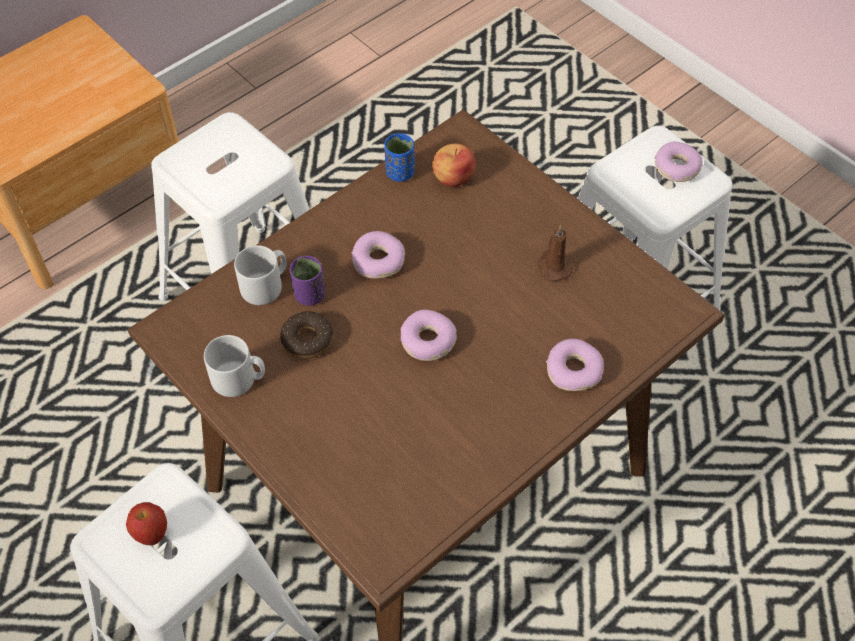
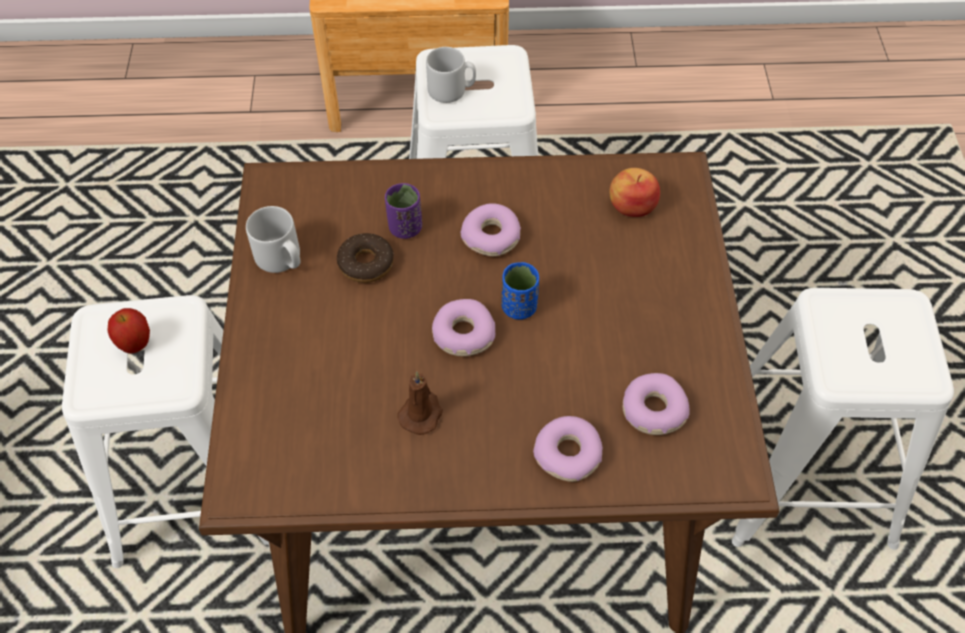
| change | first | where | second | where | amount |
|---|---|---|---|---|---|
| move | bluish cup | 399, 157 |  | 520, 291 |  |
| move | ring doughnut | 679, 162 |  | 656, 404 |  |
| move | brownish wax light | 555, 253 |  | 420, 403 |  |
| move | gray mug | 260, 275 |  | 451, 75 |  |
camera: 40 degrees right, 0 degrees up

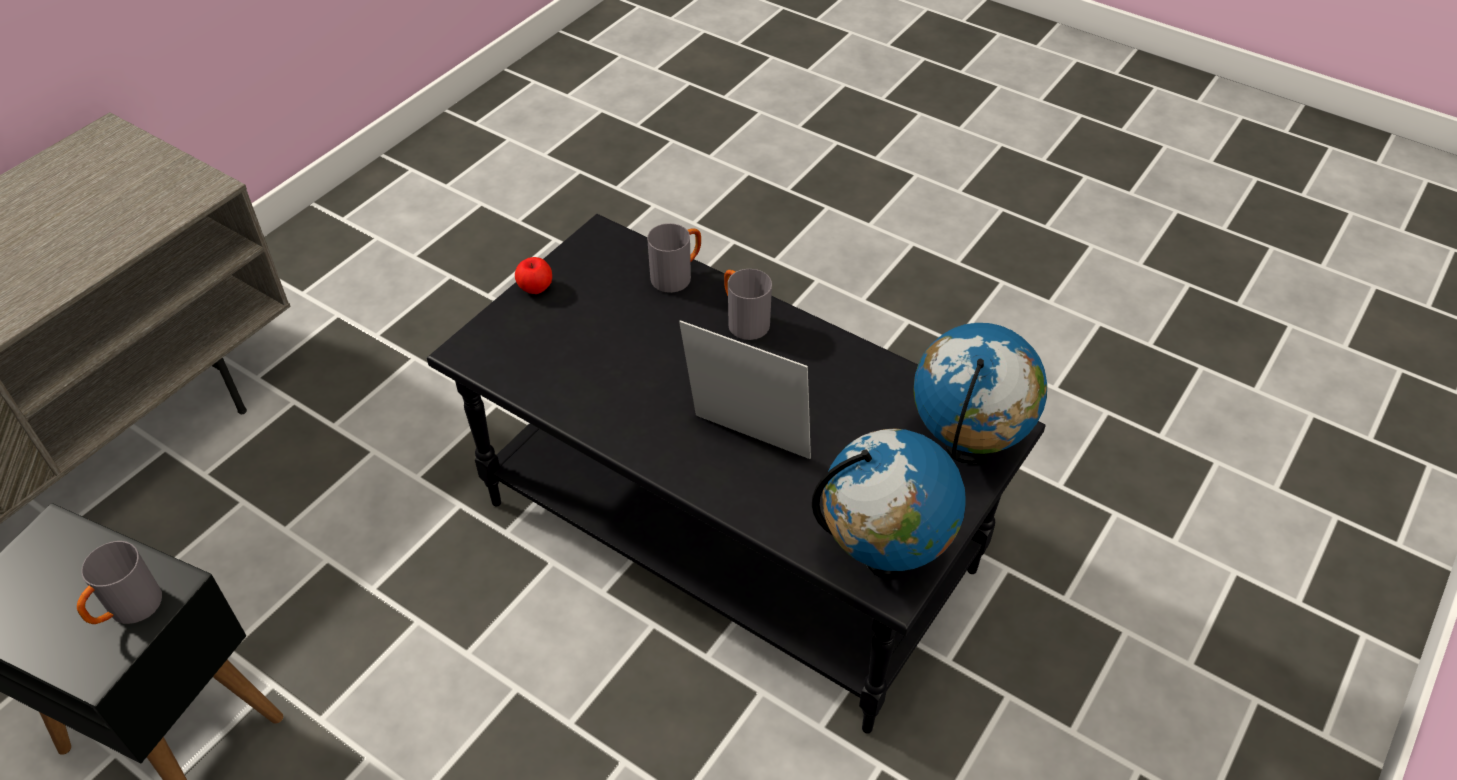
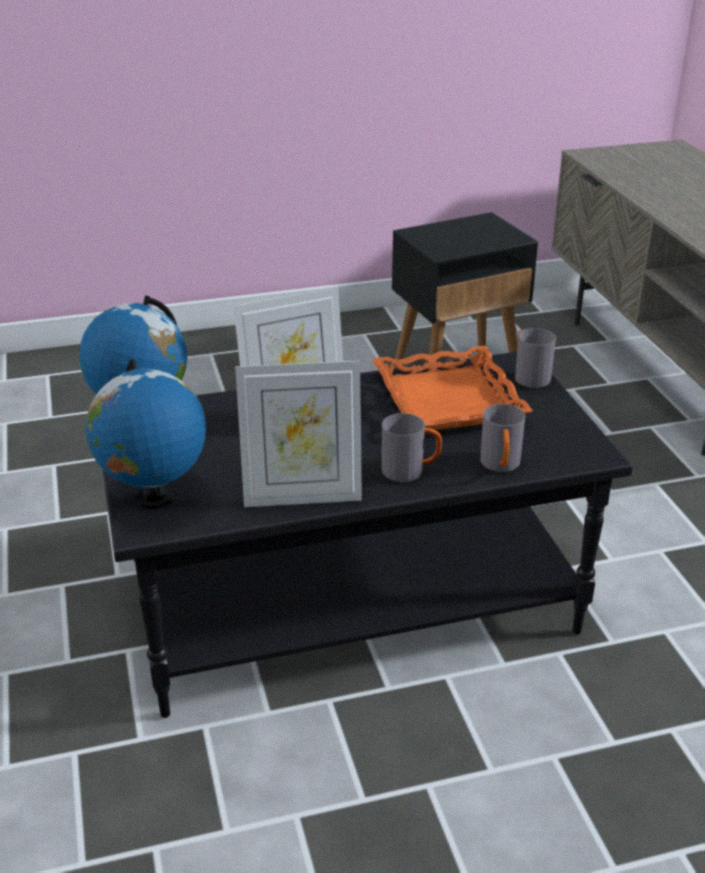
| change | first | where | second | where | amount |
|---|---|---|---|---|---|
| delete | apple fruit | 533, 275 |  |  |  |
| move | gray mug | 119, 582 |  | 535, 358 |  |
| insert |  |  | orange tray | 452, 388 |  |
| insert |  |  | picture frame | 298, 434 |  |
camera: 130 degrees right, 15 degrees down

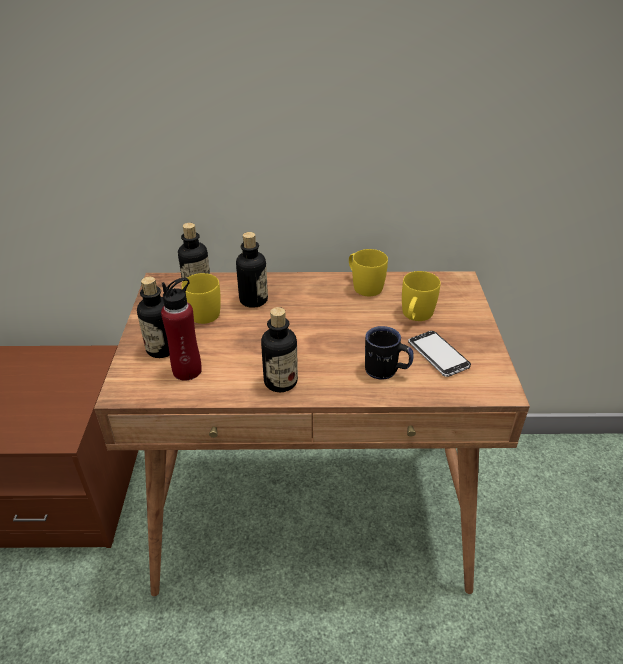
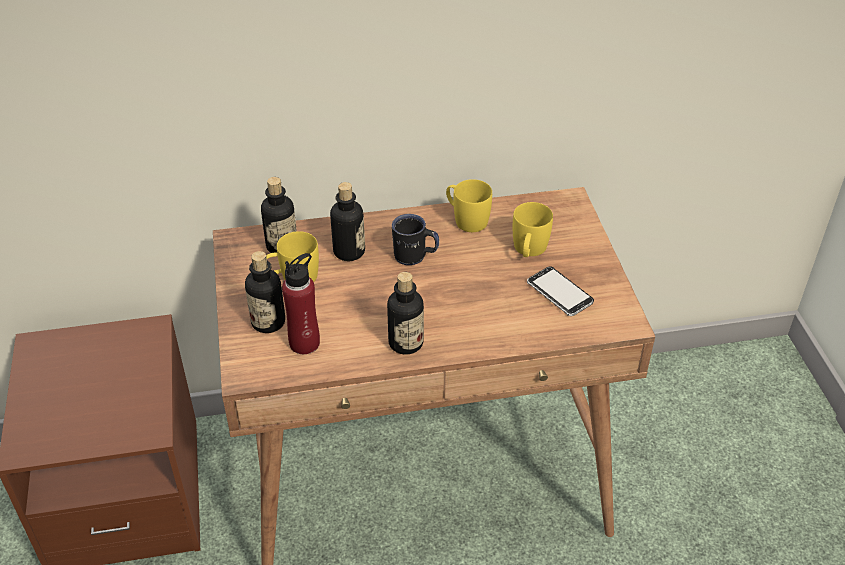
| change | first | where | second | where | amount |
|---|---|---|---|---|---|
| move | blackish mug | 389, 353 |  | 415, 239 |  |
camera: 10 degrees left, 5 degrees up

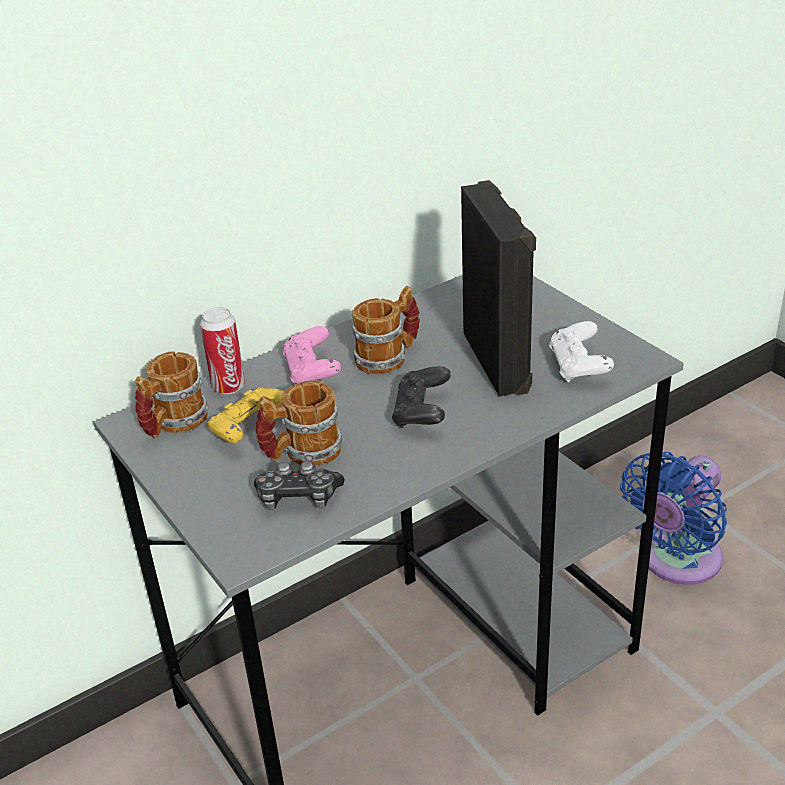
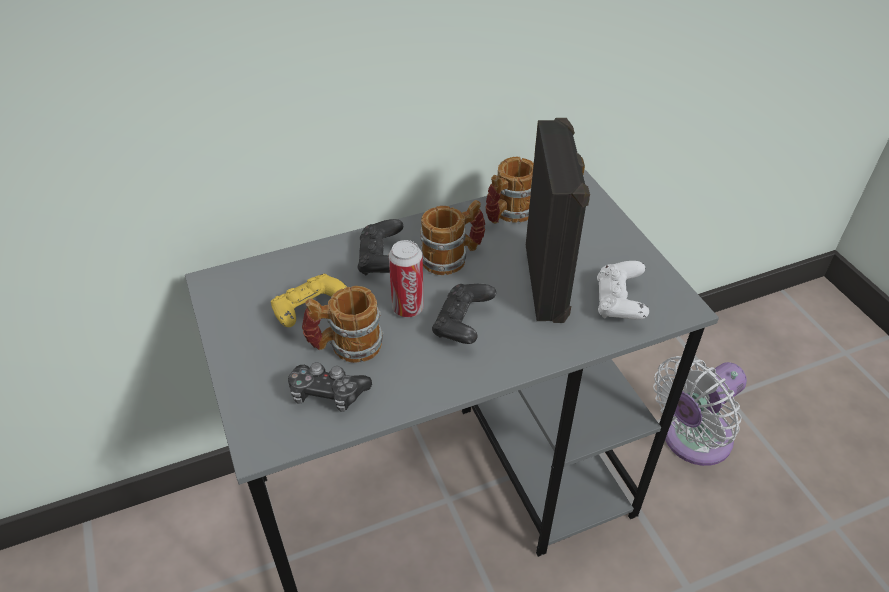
| change | first | where | second | where | amount |
|---|---|---|---|---|---|
| move | can | 222, 350 |  | 406, 278 |  |
| recolor | pink gamepad | 312, 355 | blackish gamepad | 380, 247 |  |
| move | mug | 172, 394 |  | 510, 190 |  |
| recolor | bluish cooling fan | 673, 518 | whitish cooling fan | 700, 411 |  |
camera: 10 degrees right, 10 degrees up

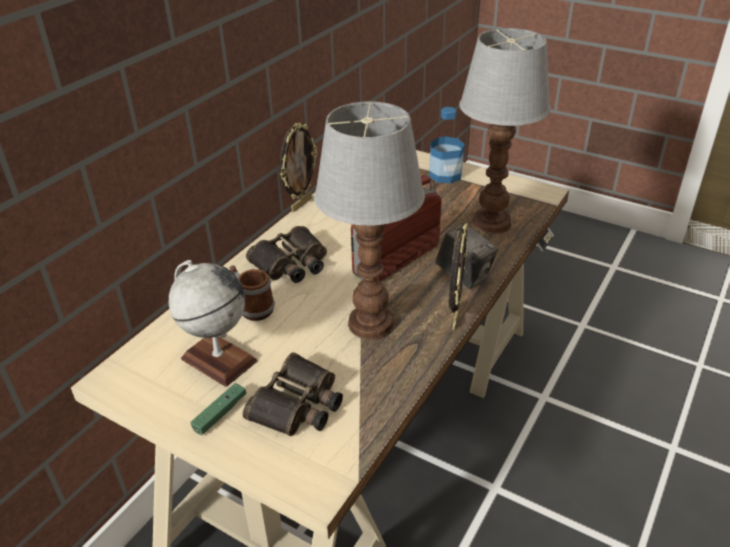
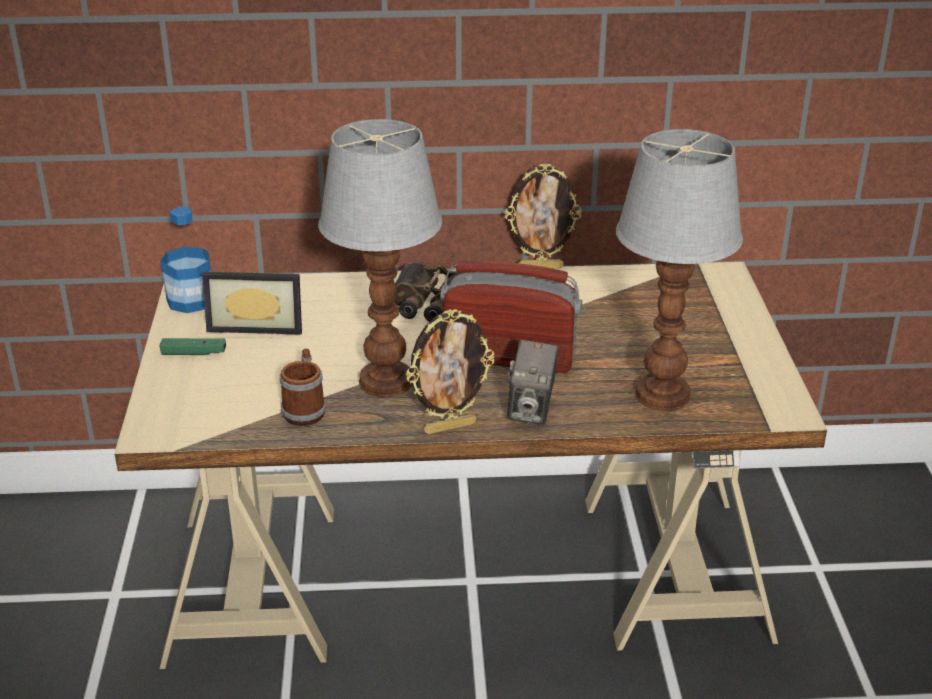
| change | first | where | second | where | amount |
|---|---|---|---|---|---|
| move | beverage bottle | 447, 145 |  | 185, 259 |  |
| replace | globe | 213, 323 | picture frame | 252, 303 |  |
| move | mug | 252, 293 |  | 303, 387 |  |
| delete | binoculars | 292, 394 |  |  |  |
camera: 55 degrees right, 5 degrees down

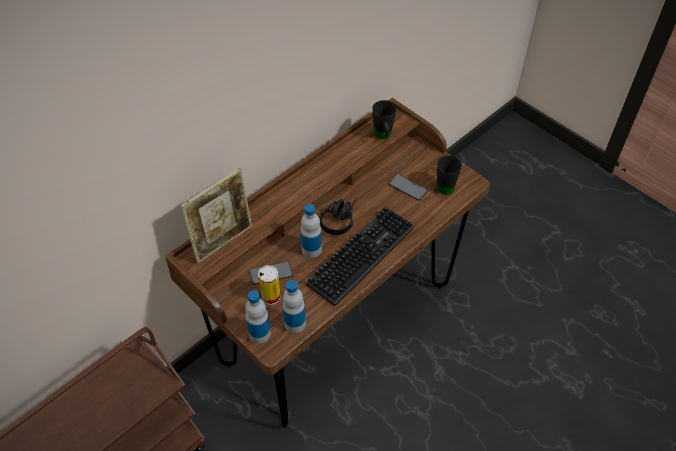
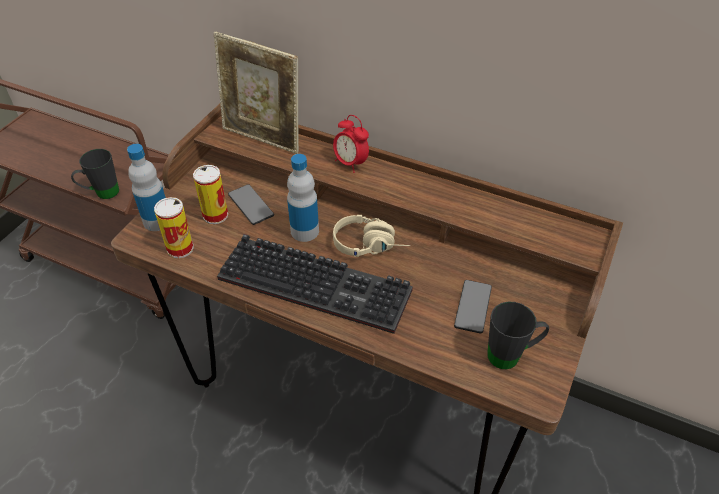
| change | first | where | second | where | amount |
|---|---|---|---|---|---|
| move | blackish mug | 384, 119 |  | 95, 174 |  |
| recolor | blackish pair of headphones | 338, 216 | beige-coloured pair of headphones | 371, 236 |  |
| replace | beverage bottle | 294, 306 | can | 174, 227 |  |
| insert |  |  | bedside clock | 351, 144 |  |
camera: 70 degrees right, 5 degrees down

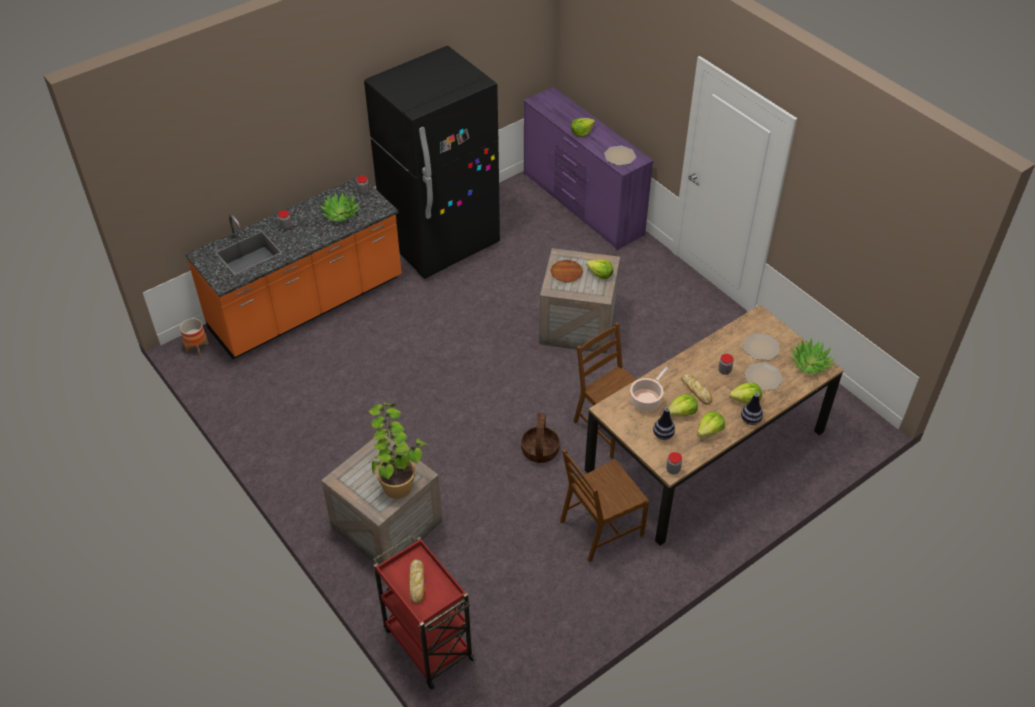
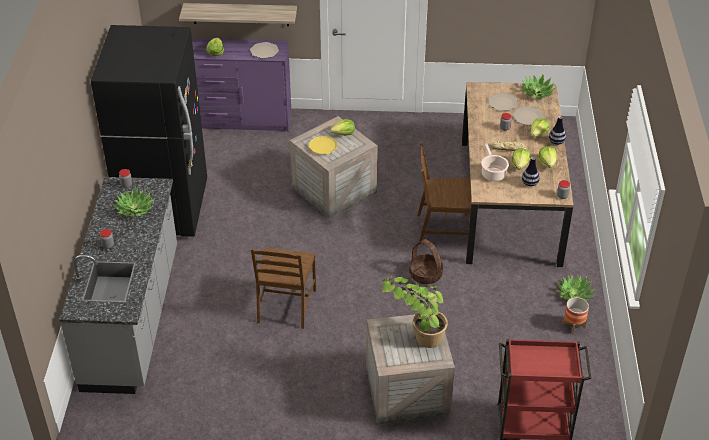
| change | first | where | second | where | amount |
|---|---|---|---|---|---|
| recolor | orange kitchen counter | 293, 267 | gray kitchen counter | 118, 285 |  |
| recolor | brownish plate | 566, 271 | yellowish plate | 323, 145 |  |
| move | flower pot | 194, 336 |  | 575, 315 |  |
| move | brownish upright chair | 604, 505 |  | 283, 288 |  |
| delete | baked bread | 417, 582 |  |  |  |
| insert |  |  | shelf | 238, 14 |  |
| insert |  |  | potted plant | 576, 288 |  |
camera: 50 degrees left, 5 degrees down

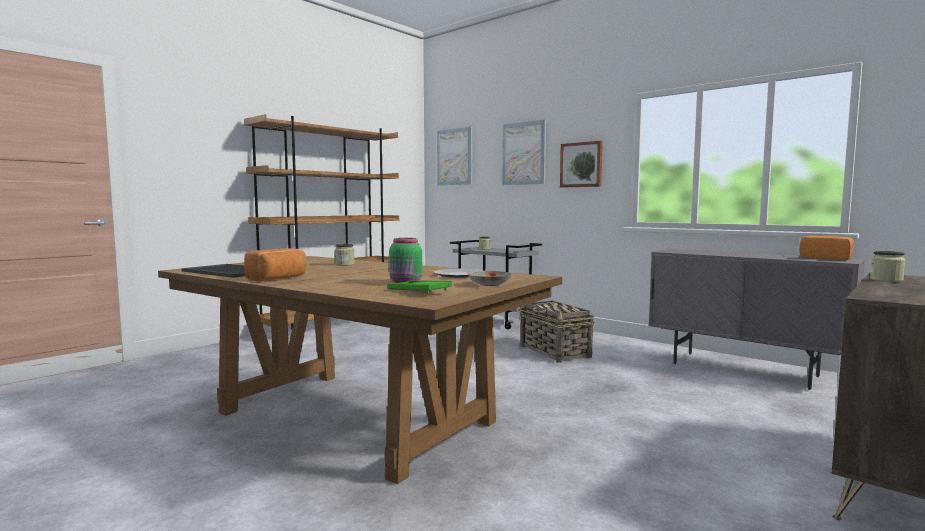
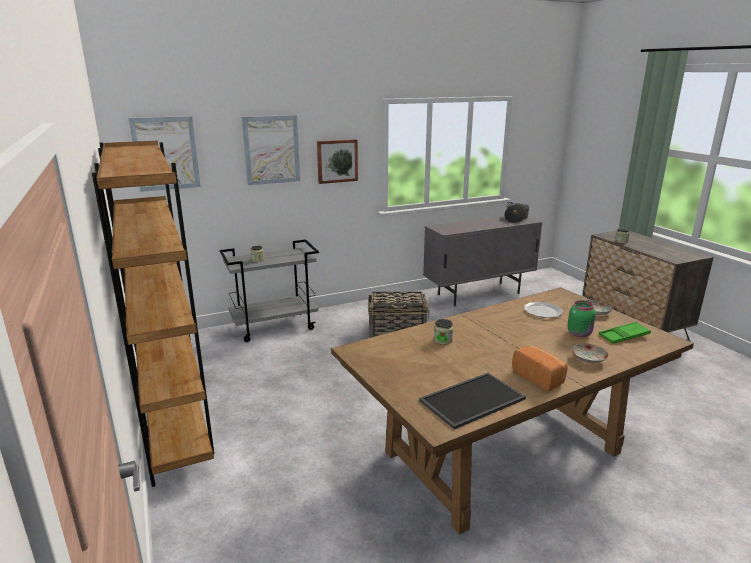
| change | first | where | second | where | amount |
|---|---|---|---|---|---|
| replace | baked bread | 826, 248 | stockpot | 517, 212 |  |
| insert |  |  | plate | 590, 353 |  |
camera: 65 degrees left, 15 degrees up

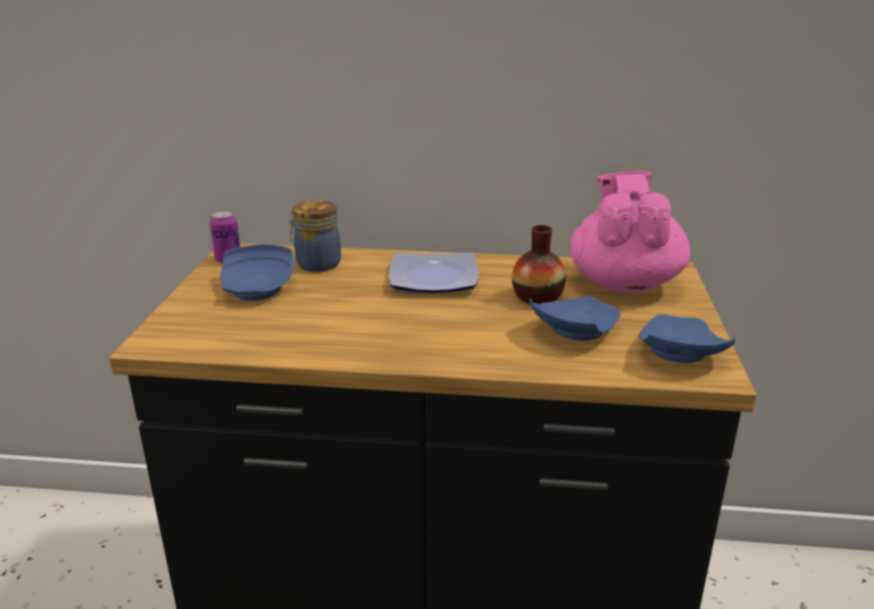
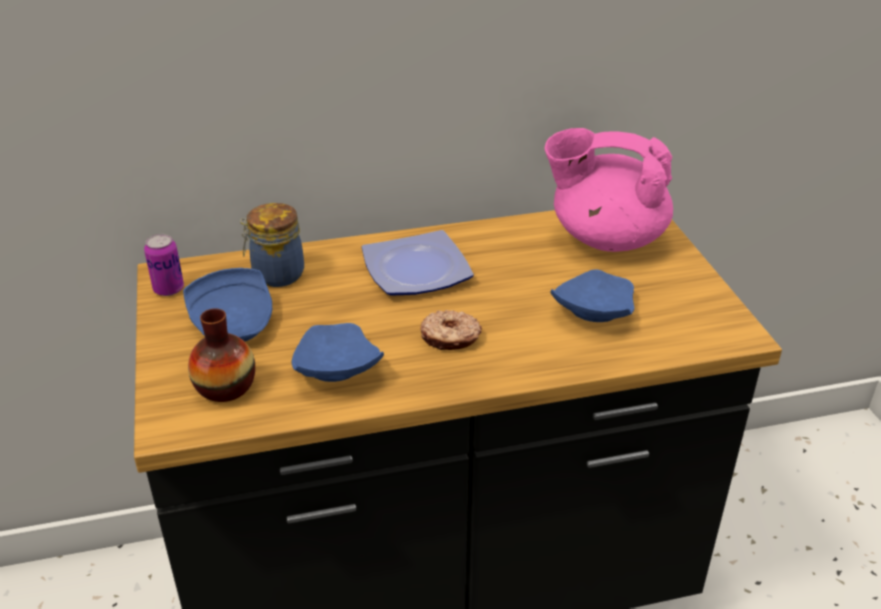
| change | first | where | second | where | amount |
|---|---|---|---|---|---|
| rotate | pink teapot | 630, 232 |  | 609, 190 | 60 degrees counterclockwise |
| move | flower vase | 539, 264 |  | 221, 355 |  |
| move | bluish plate | 687, 338 |  | 338, 352 |  |
| insert |  |  | ring doughnut | 451, 330 |  |
camera: 20 degrees left, 10 degrees up

